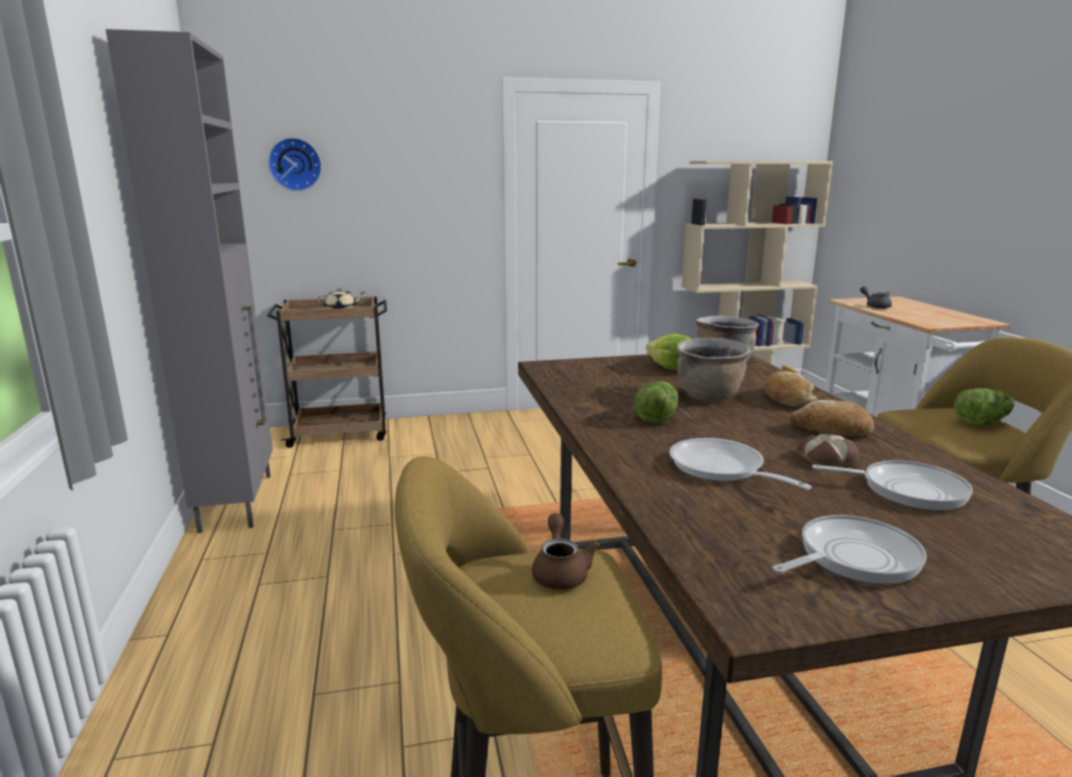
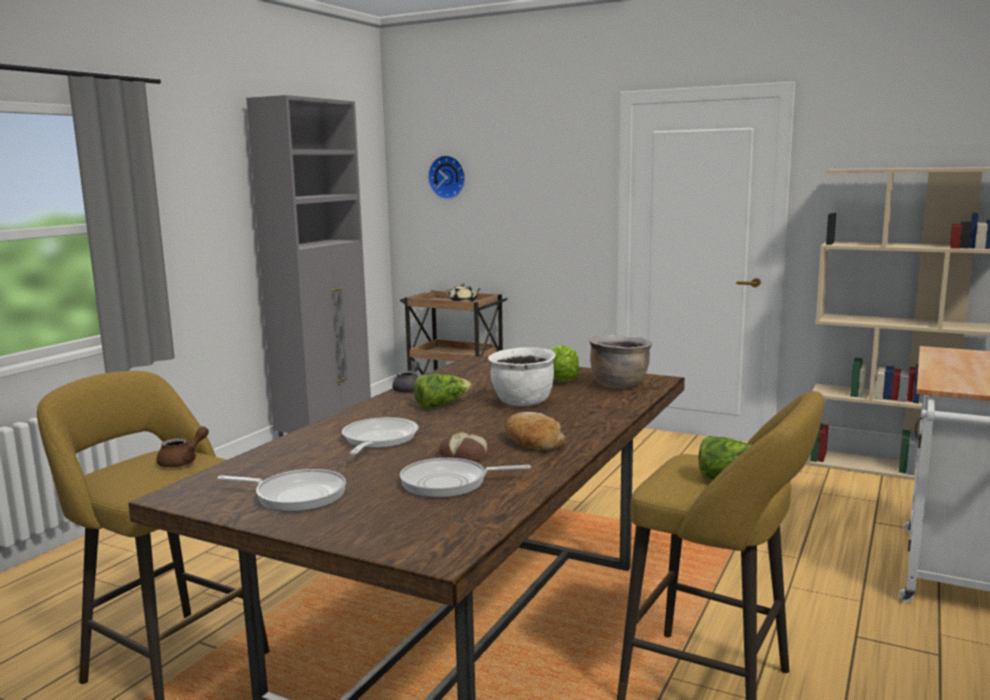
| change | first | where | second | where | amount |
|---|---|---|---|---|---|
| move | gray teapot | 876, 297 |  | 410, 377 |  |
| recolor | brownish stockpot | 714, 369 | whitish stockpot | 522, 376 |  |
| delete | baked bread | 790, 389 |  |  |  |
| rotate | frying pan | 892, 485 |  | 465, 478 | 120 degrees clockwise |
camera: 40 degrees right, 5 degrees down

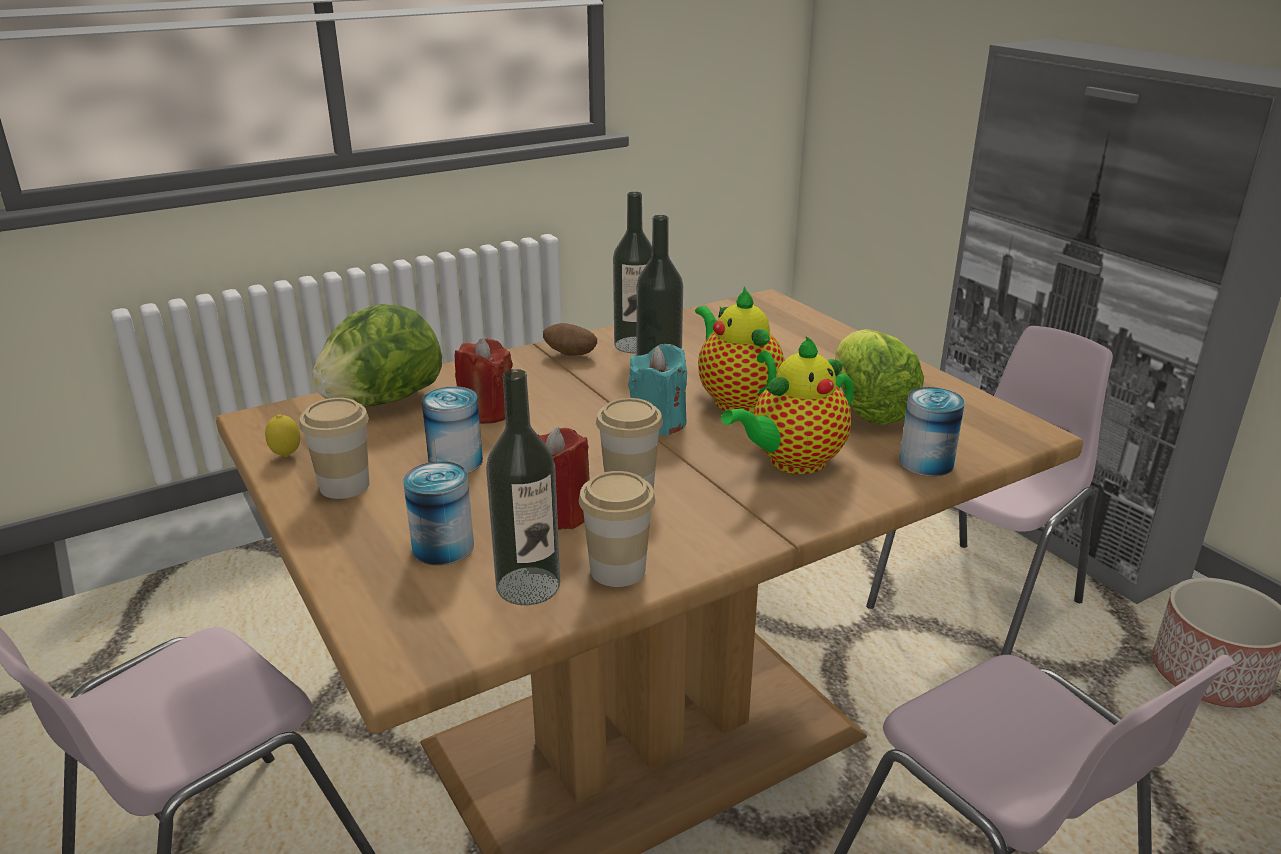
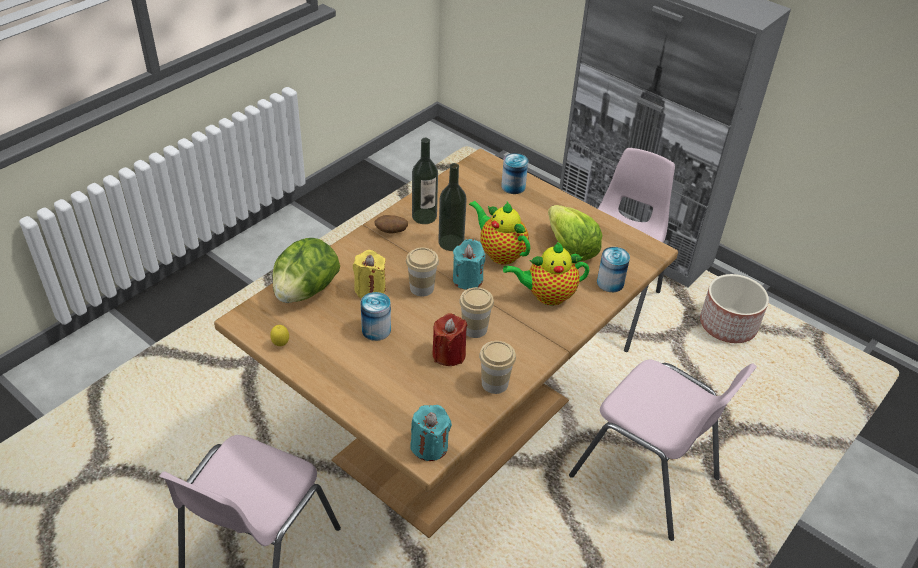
| change | first | where | second | where | amount |
|---|---|---|---|---|---|
| rotate | teapot | 787, 405 |  | 546, 273 | 45 degrees clockwise |
| recolor | red-coloured wax light | 484, 381 | yellowish wax light | 369, 274 |  |
| delete | beverage bottle | 523, 487 |  |  |  |
| move | cup | 334, 448 |  | 422, 272 |  |
| move | can | 438, 513 |  | 514, 173 |  |
| insert |  |  | turquoise-coloured wax light | 431, 433 |  |
camera: 20 degrees left, 15 degrees up

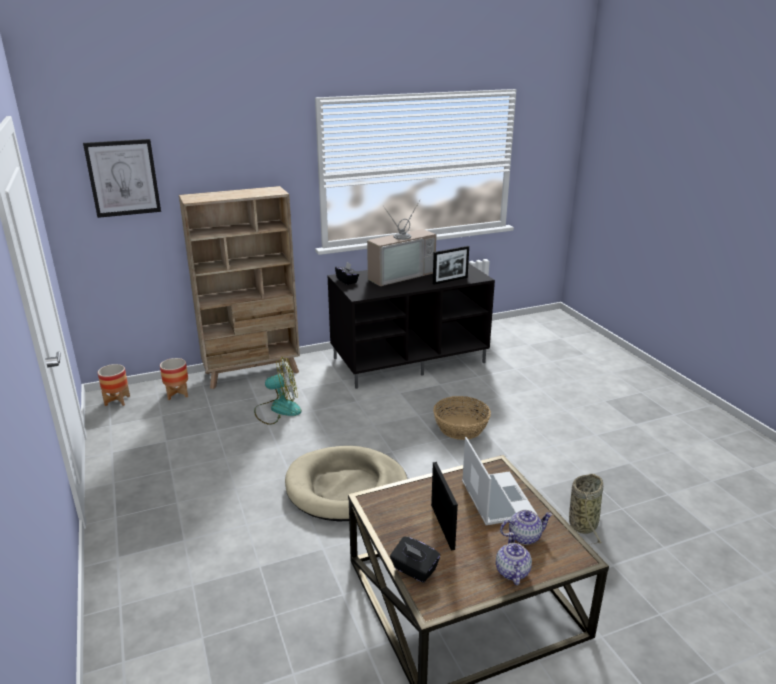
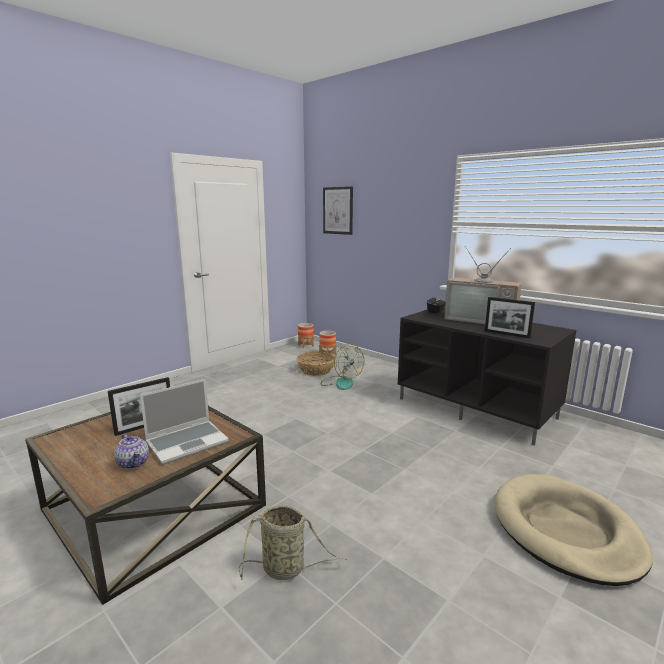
| change | first | where | second | where | amount |
|---|---|---|---|---|---|
| delete | beige-coloured bookcase | 239, 287 |  |  |  |
| move | household basket | 462, 418 |  | 316, 363 |  |
| move | beige-coloured dog cushion | 346, 483 |  | 574, 530 |  |
| delete | teapot | 514, 558 |  |  |  |
| delete | blackish tissue box | 415, 559 |  |  |  |
camera: 65 degrees right, 10 degrees down

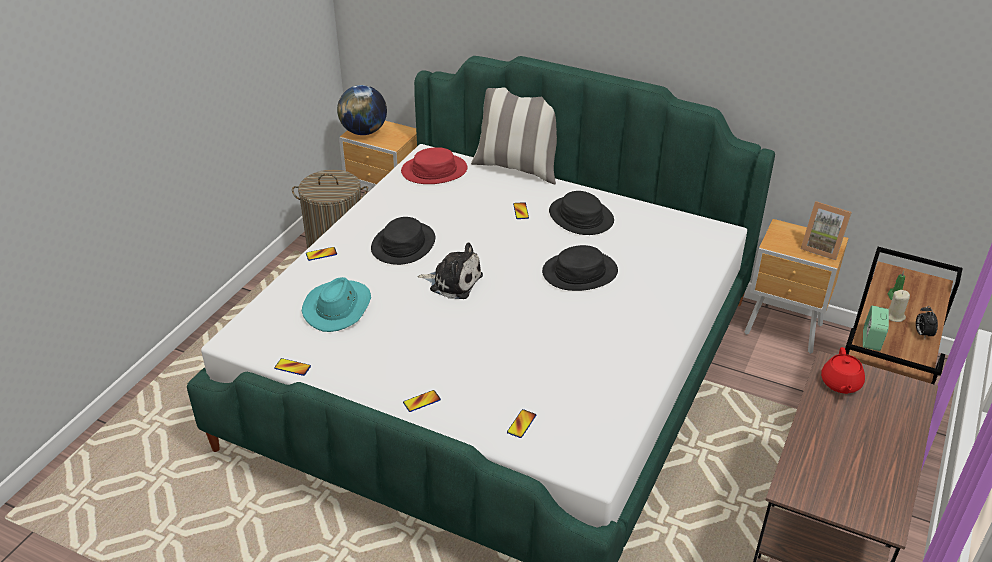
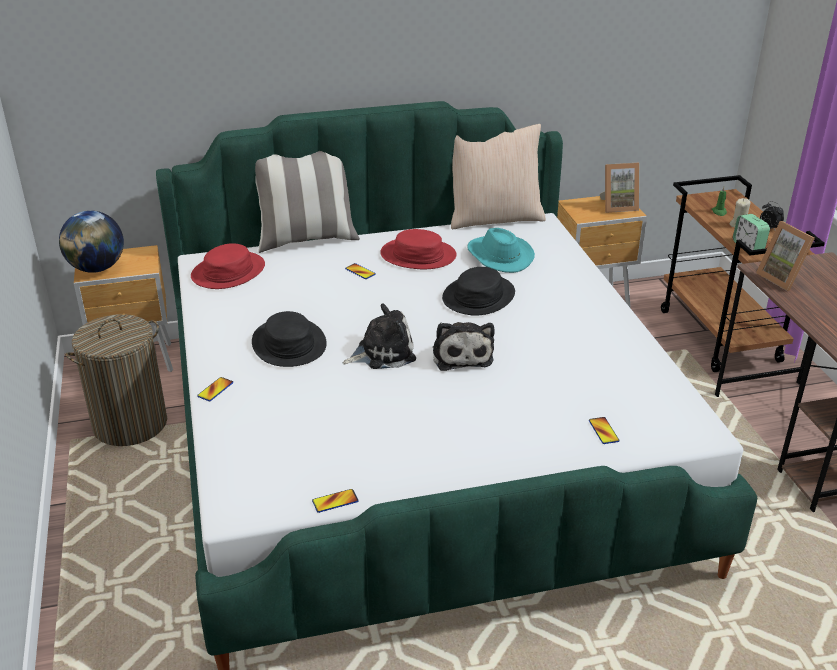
| change | first | where | second | where | amount |
|---|---|---|---|---|---|
| recolor | blackish hat | 581, 213 | red-coloured hat | 418, 249 |  |
| move | turquoise-coloured hat | 336, 304 |  | 501, 250 |  |
| replace | red-coloured teapot | 843, 370 | picture frame | 785, 256 |  |
| delete | phone | 422, 401 |  |  |  |
| insert |  |  | beige-coloured cushion | 498, 176 |  |
| insert |  |  | soft toy | 464, 346 |  |
camera: 40 degrees left, 5 degrees down

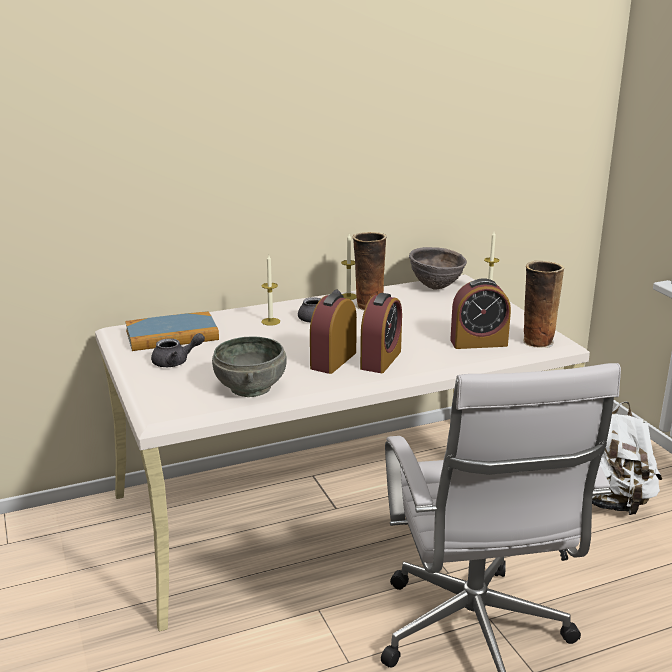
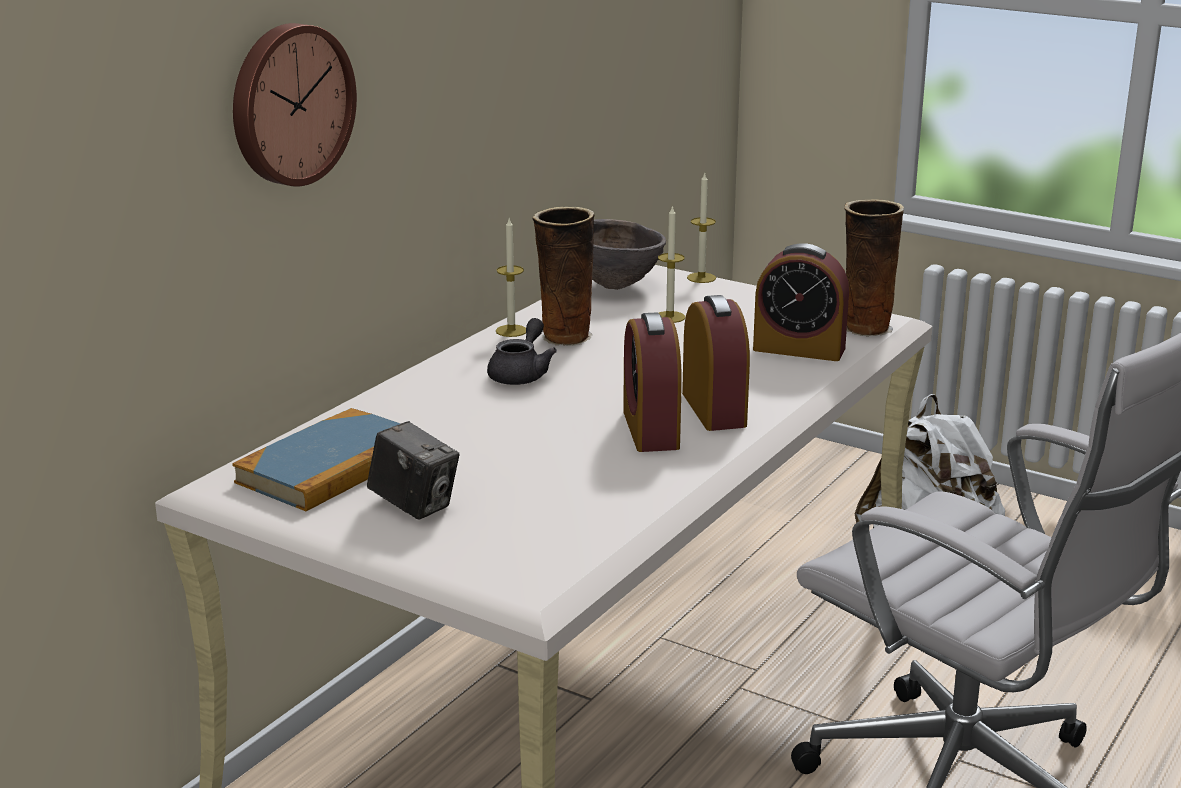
| change | first | where | second | where | amount |
|---|---|---|---|---|---|
| move | wax light | 270, 290 |  | 671, 264 |  |
| rotate | bedside clock | 480, 313 |  | 801, 302 | 60 degrees clockwise |
| replace | gray teapot | 178, 350 | photo camera | 413, 470 |  |
| delete | gray deep dish | 249, 366 |  |  |  |
| insert |  |  | clock on the wall | 295, 105 |  |
camera: 35 degrees left, 0 degrees up

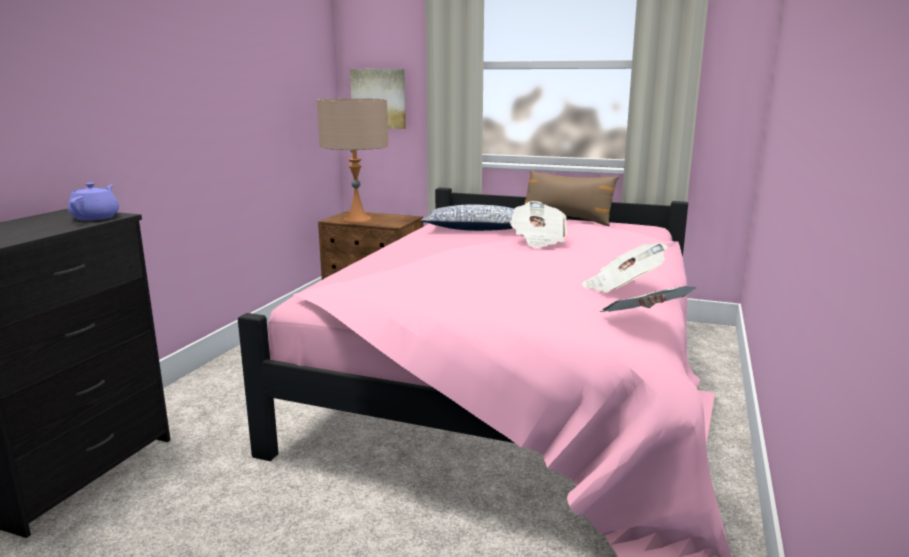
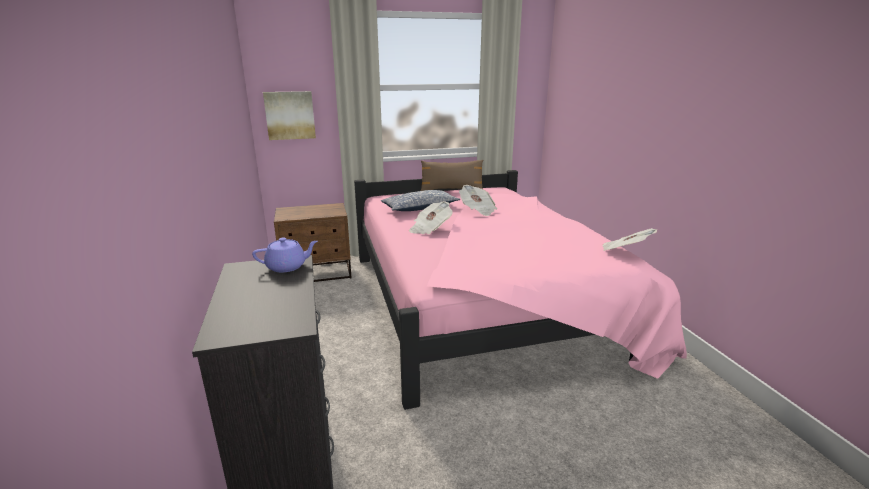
| change | first | where | second | where | amount |
|---|---|---|---|---|---|
| delete | beige-coloured table lamp | 352, 160 |  |  |  |
| rotate | purple teapot | 93, 202 |  | 285, 255 | 105 degrees clockwise |
| move | daily paper | 625, 268 |  | 431, 218 |  |
camera: 35 degrees left, 5 degrees up

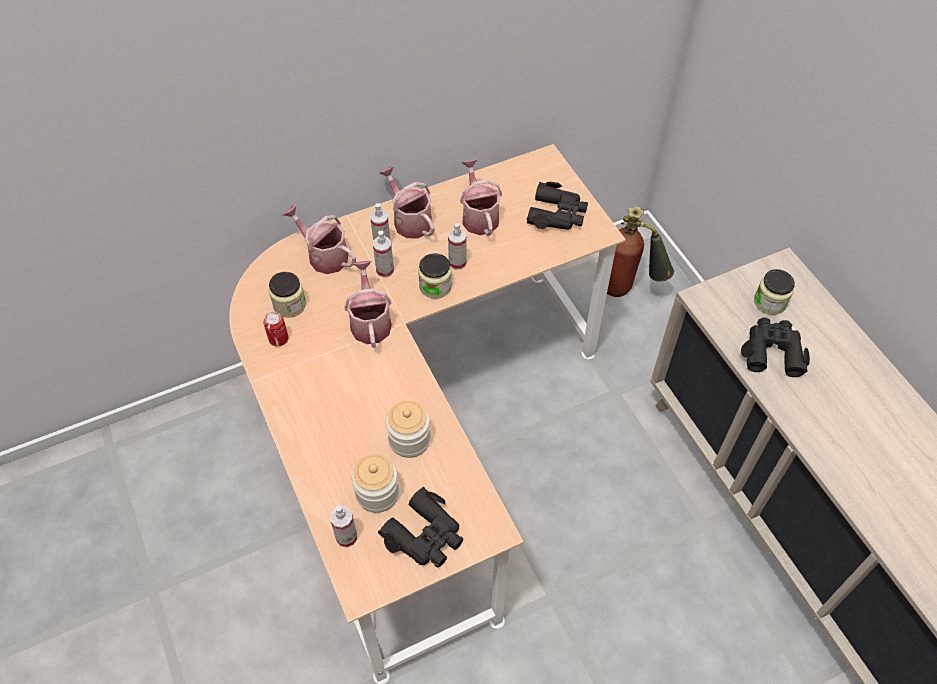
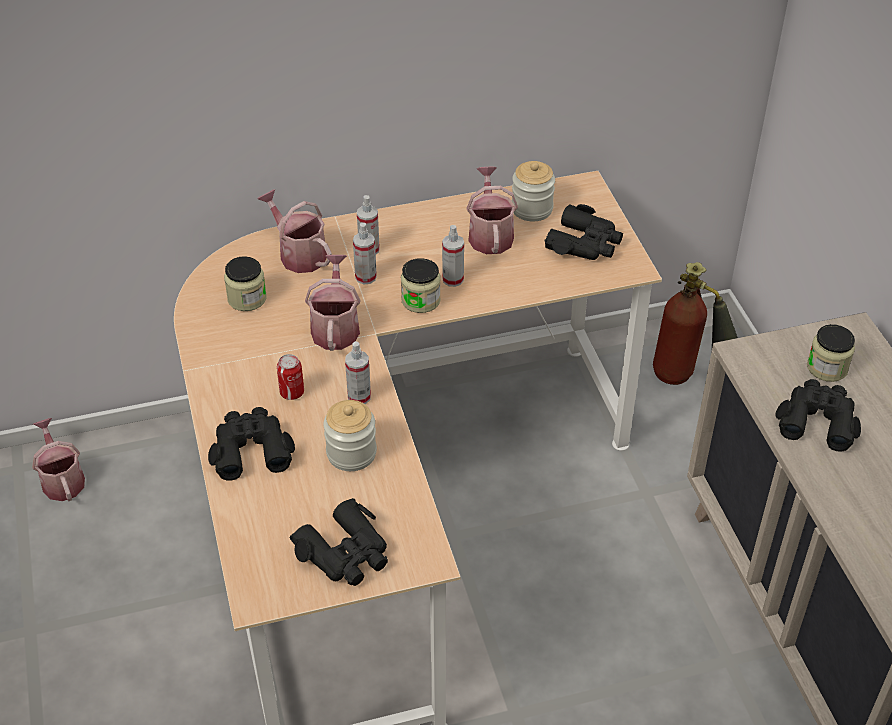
| change | first | where | second | where | amount |
|---|---|---|---|---|---|
| move | sprinkling can | 406, 202 |  | 58, 459 |  |
| move | can | 276, 329 |  | 290, 377 |  |
| move | preserve jar | 375, 483 |  | 533, 191 |  |
| move | hand sprayer | 343, 526 |  | 358, 372 |  |
| insert |  |  | blackish binoculars | 251, 444 |  |
camera: 10 degrees right, 10 degrees down

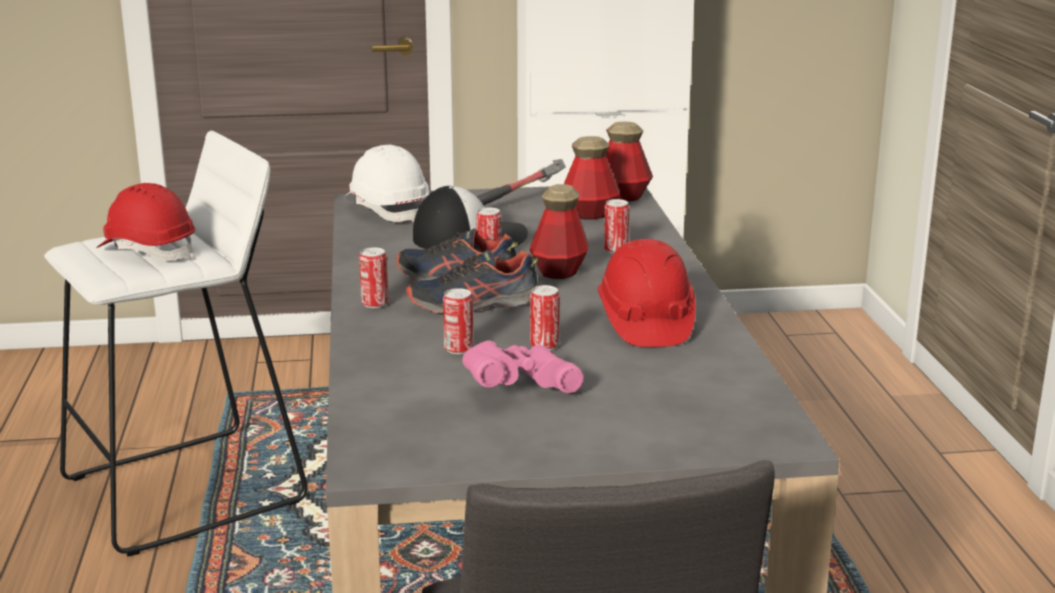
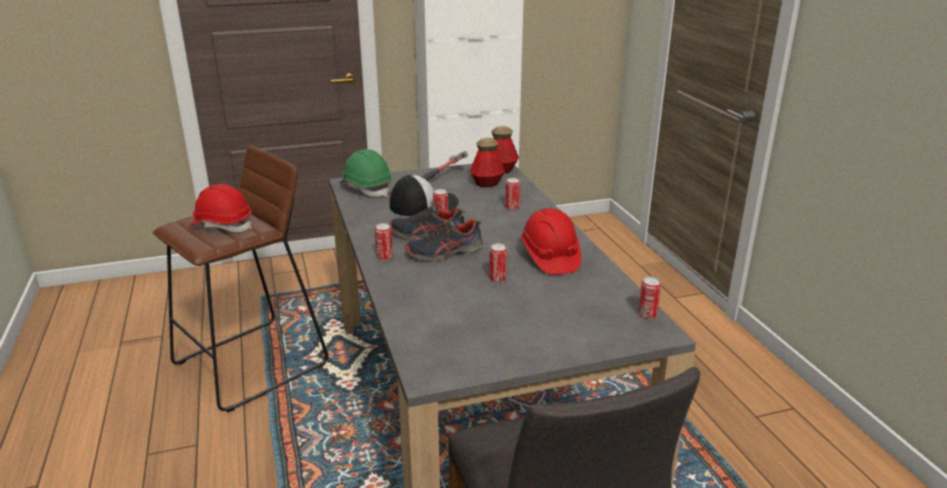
| change | first | where | second | where | amount |
|---|---|---|---|---|---|
| recolor | whitish stool | 176, 343 | brownish stool | 240, 278 |  |
| recolor | whitish safety helmet | 387, 184 | greenish safety helmet | 365, 173 |  |
| delete | beverage bottle | 559, 231 |  |  |  |
| move | can | 458, 321 |  | 649, 298 |  |
| delete | pink binoculars | 523, 366 |  |  |  |
camera: 10 degrees left, 5 degrees up

